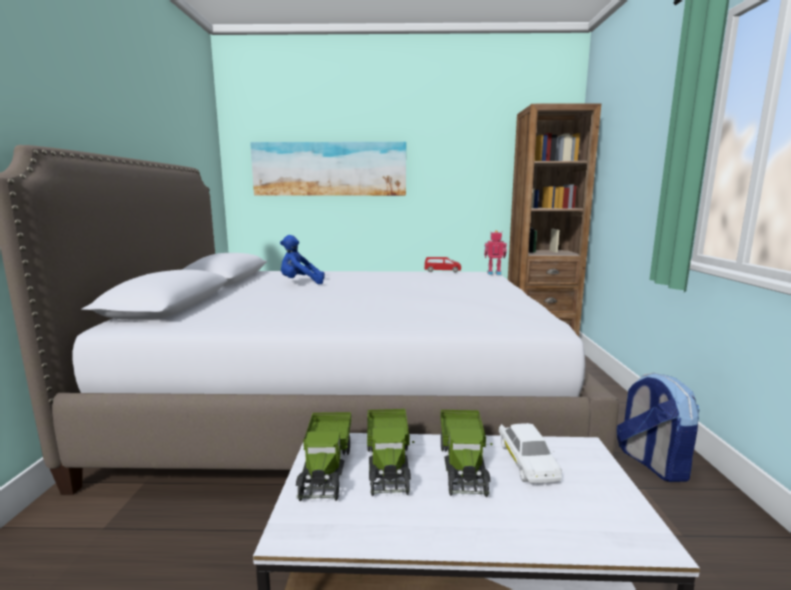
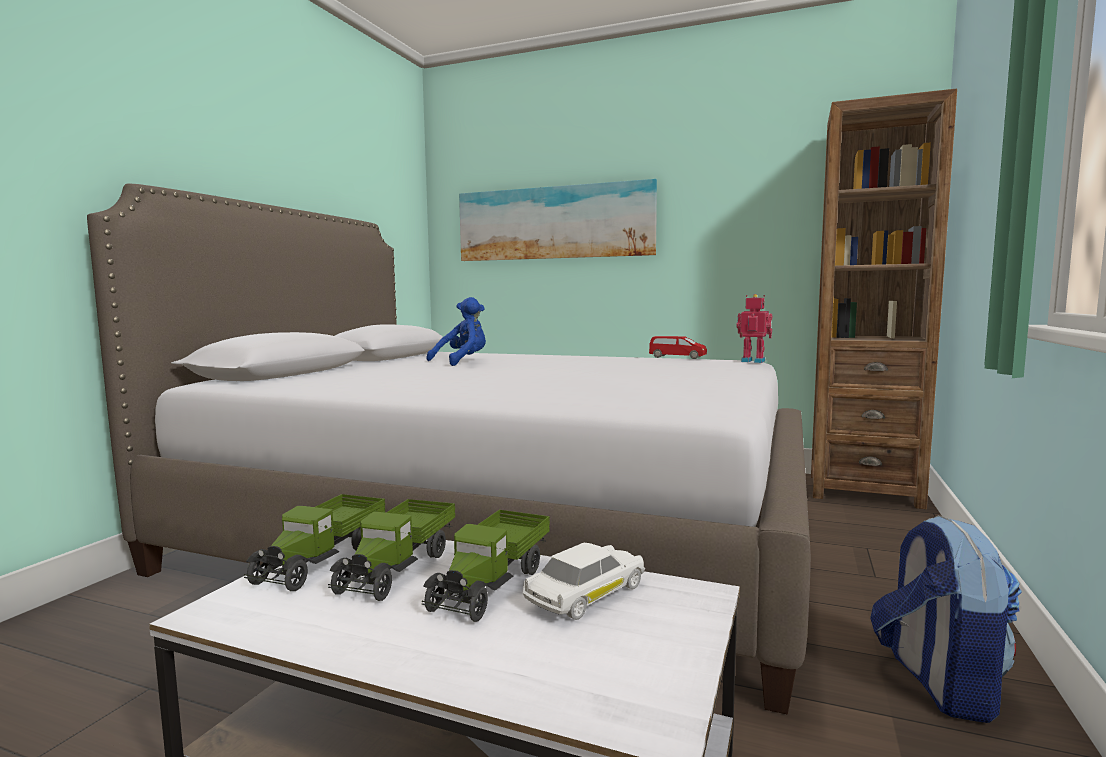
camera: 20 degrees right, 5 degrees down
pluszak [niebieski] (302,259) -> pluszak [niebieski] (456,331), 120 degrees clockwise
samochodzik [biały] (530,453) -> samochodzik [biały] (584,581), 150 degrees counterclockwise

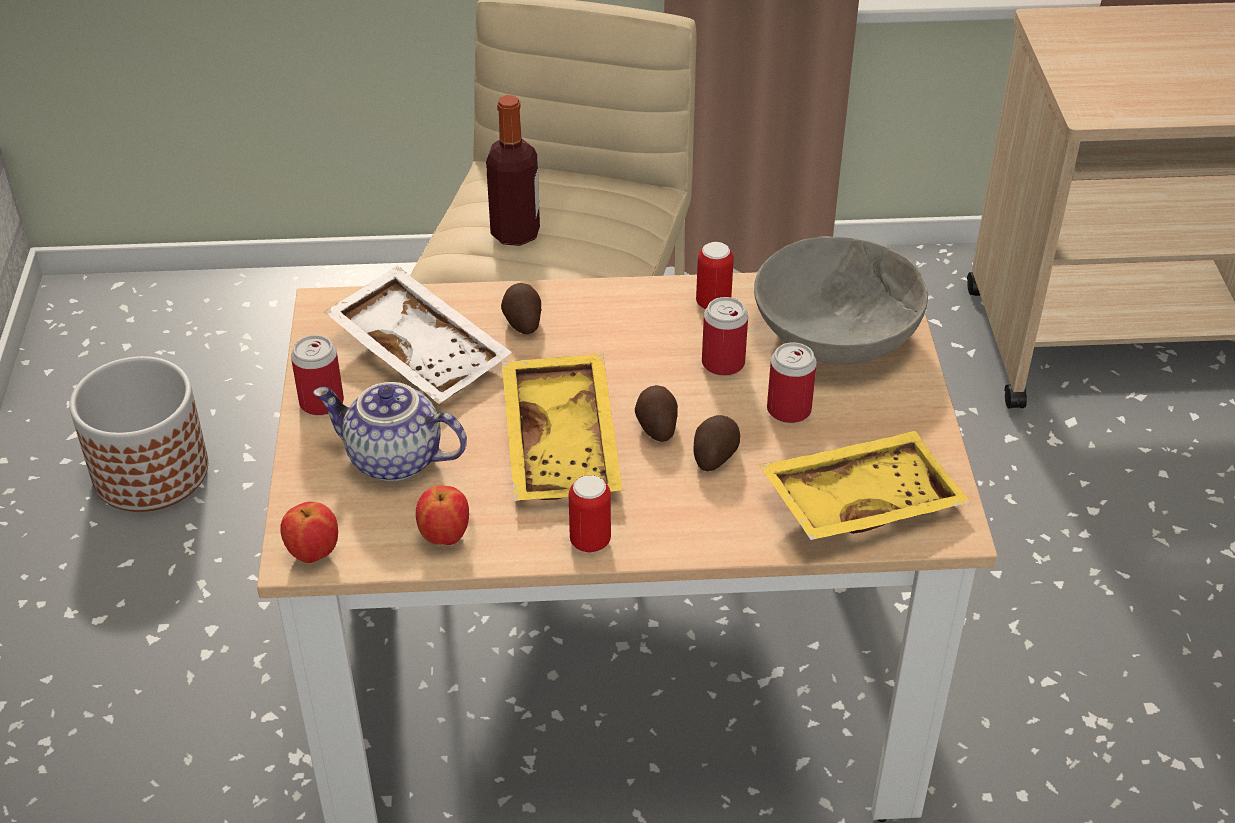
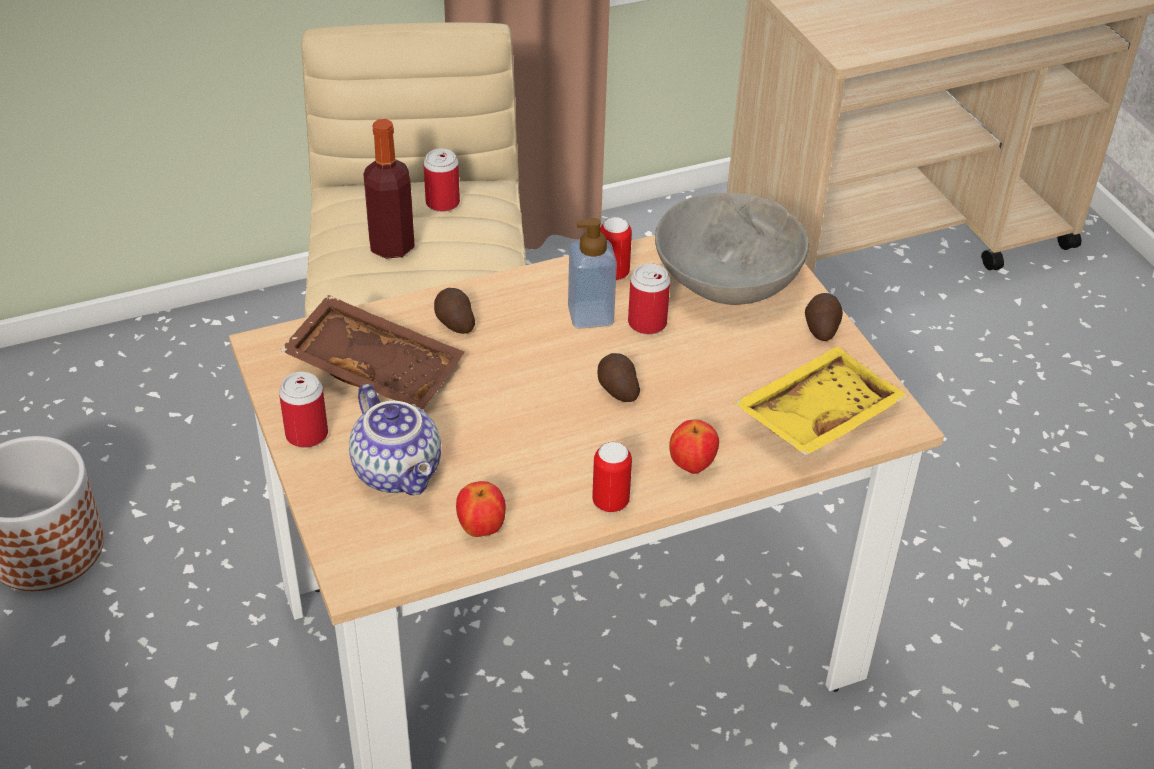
camera: 20 degrees left, 0 degrees up
jabłko (309,532) -> jabłko (694,446), move
imbryk (390,432) -> imbryk (395,439), 120 degrees counterclockwise
taca [biały] (418,335) -> taca [brązowy] (372,352)
taca [żółty] (562,427) -> none
ziemniak (717,443) -> ziemniak (824,317), move
puszka (792,382) -> puszka (441,180), move
none -> dozownik mydła (592,273)

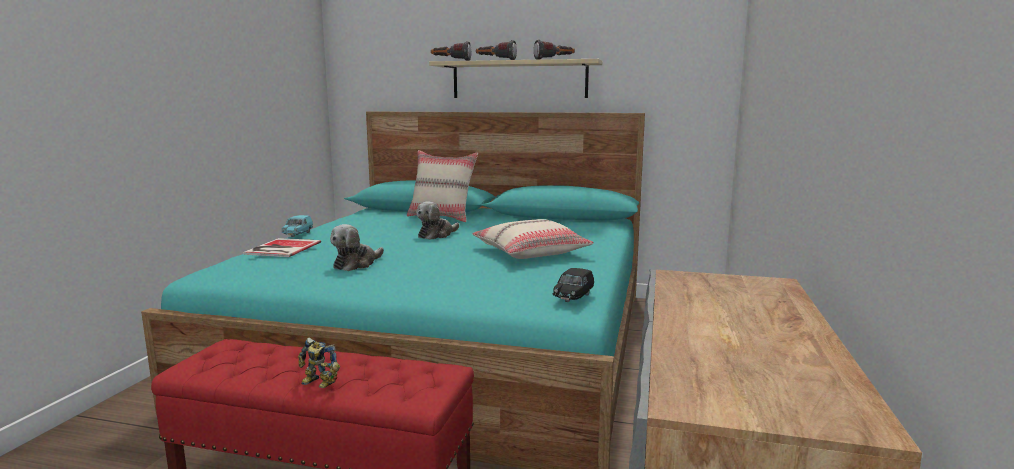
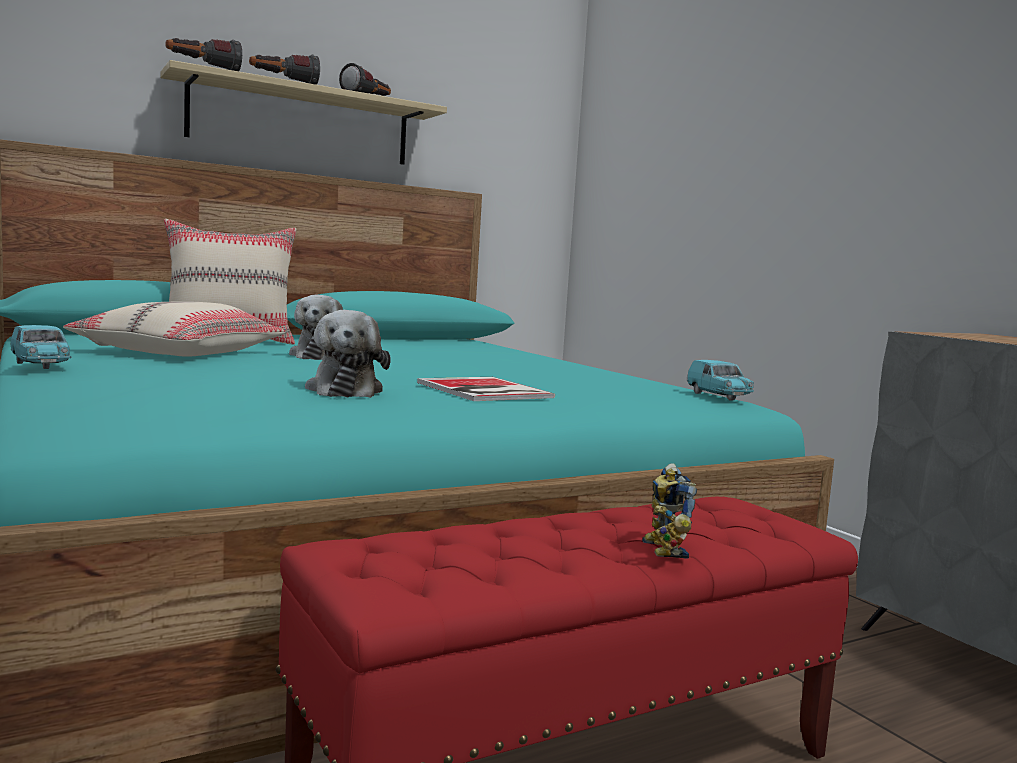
camera: 45 degrees left, 5 degrees down
książka (282,247) -> książka (486,389), move
robot zabawkowy (319,362) -> robot zabawkowy (669,511), 105 degrees clockwise
poduszka [beżowy] (533,239) -> poduszka [beżowy] (174,328), move
samochodzik [czarny] (573,285) -> samochodzik [turkusowy] (720,380)

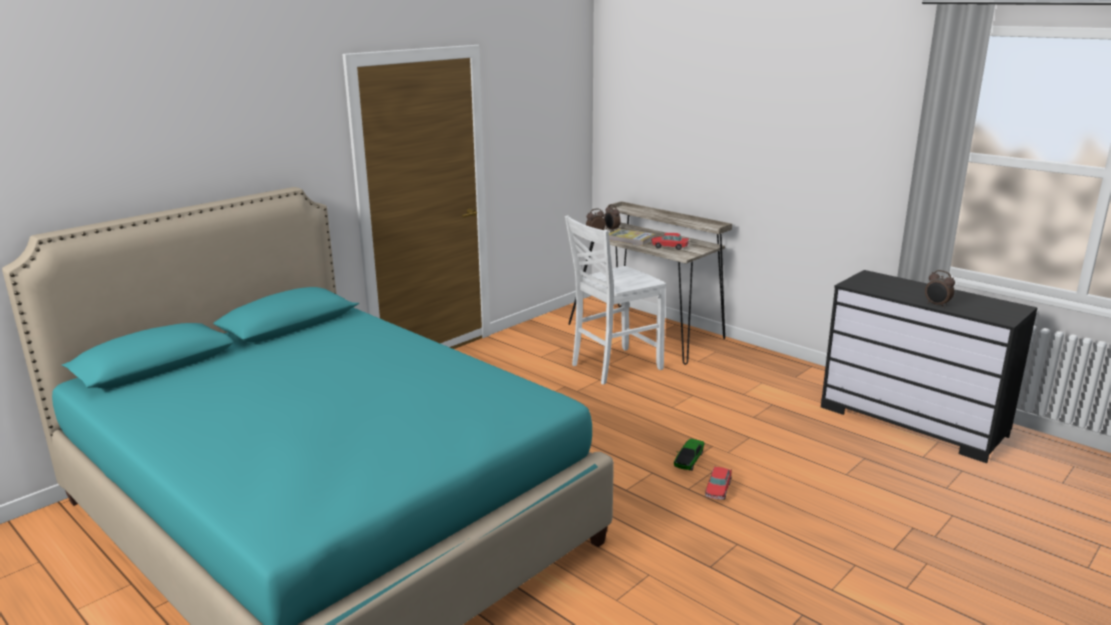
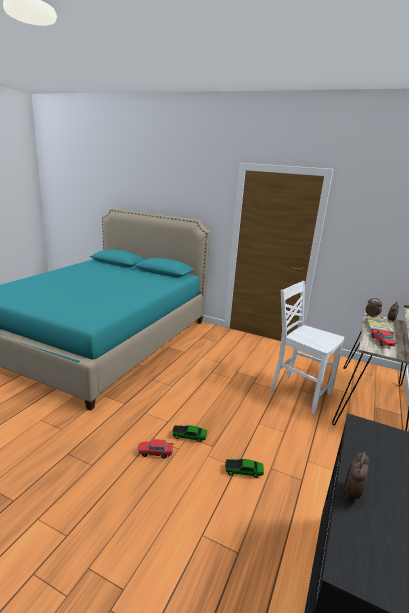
camera: 70 degrees right, 0 degrees up
none -> samochodzik (244,468)

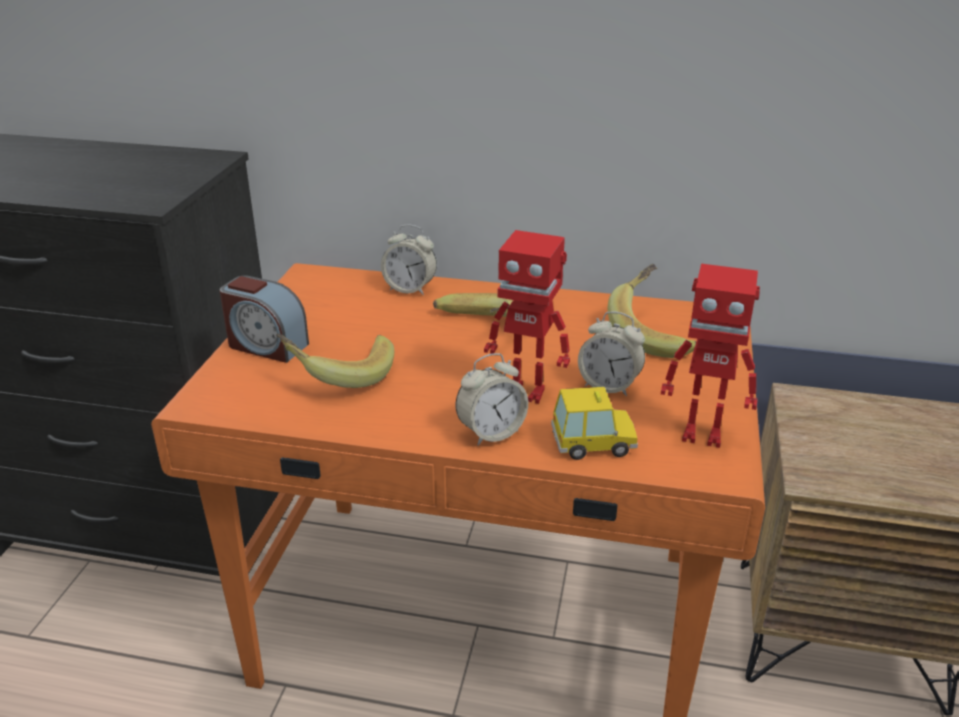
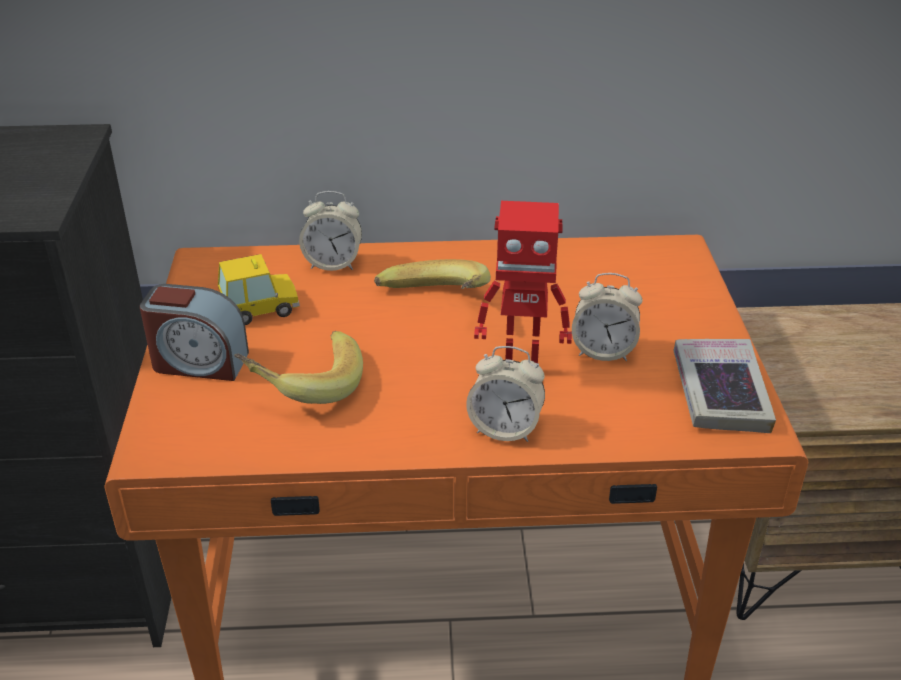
camera: 15 degrees left, 5 degrees up
budzik (492,399) -> budzik (505,394), 60 degrees clockwise
samochodzik (594,423) -> samochodzik (259,289), move
banan (652,311) -> none
robot zabawkowy (710,356) -> książka (724,386)

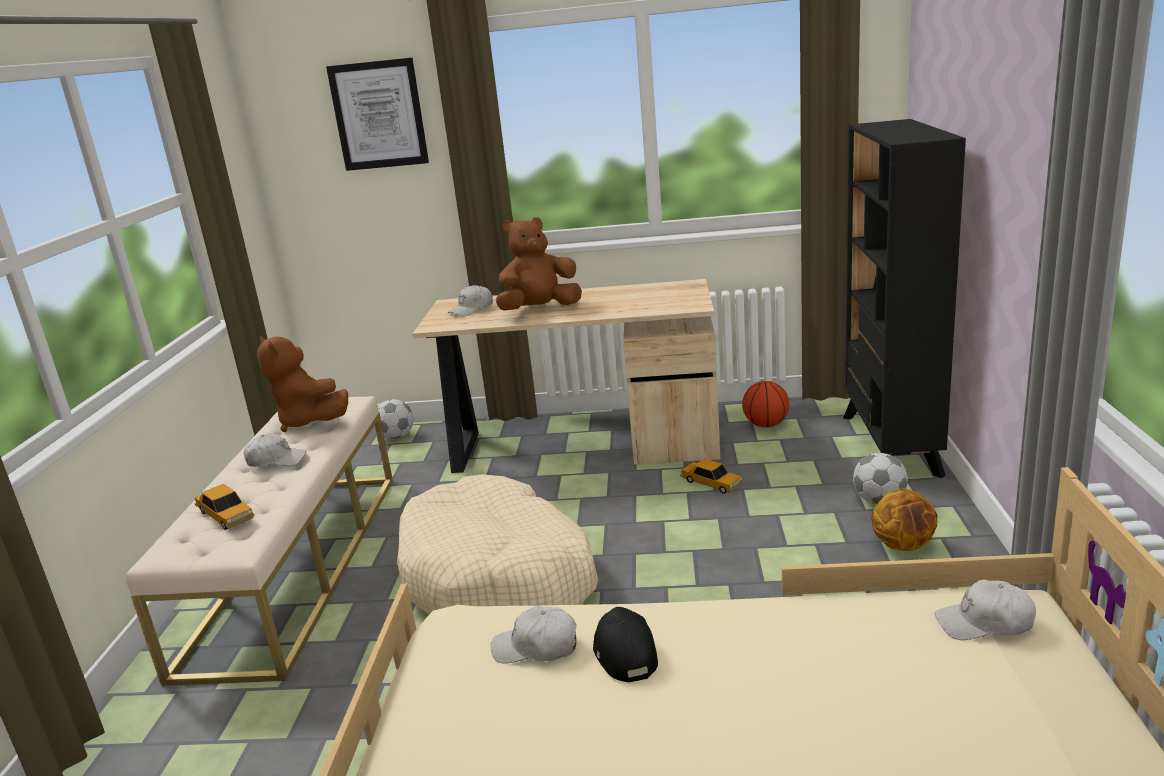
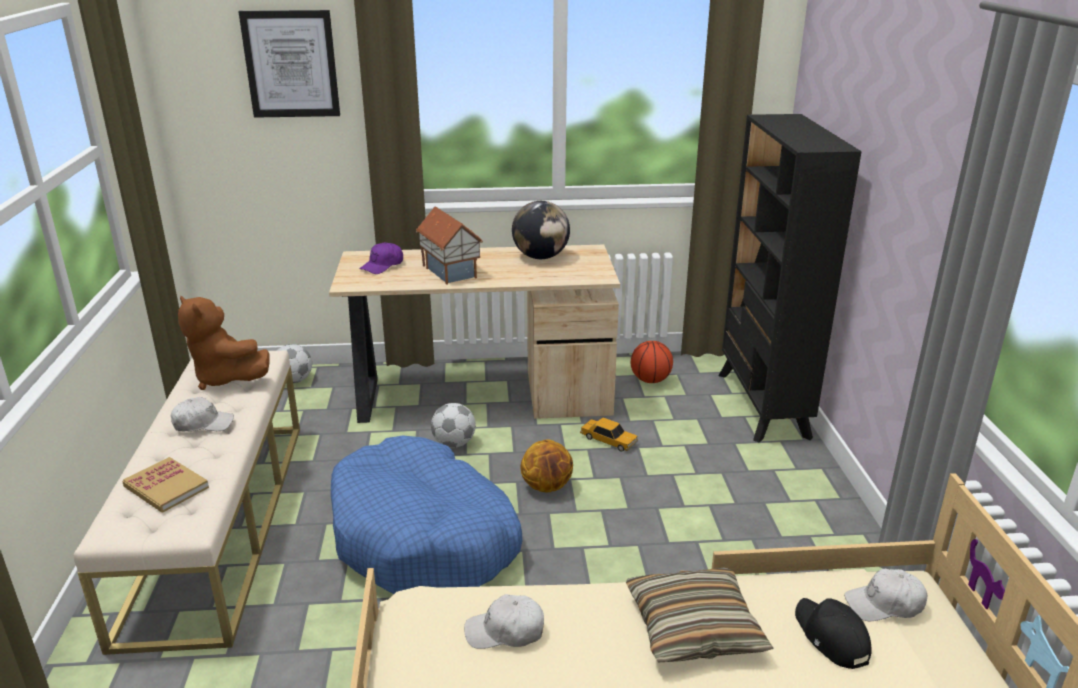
camera: 10 degrees left, 5 degrees up
samochodzik (224,507) -> książka (165,485)
legowisko [beżowy] (497,544) -> legowisko [niebieski] (426,515)
czapka z daszkiem [biały] (470,300) -> czapka z daszkiem [fioletowy] (381,258)
pluszak [brązowy] (539,264) -> domek (449,245)
czapka z daszkiem [czarny] (625,644) -> czapka z daszkiem [czarny] (833,633), move
piłka futbolowa (880,478) -> piłka futbolowa (453,425), move
piłka do koszykówki (904,520) -> piłka do koszykówki (546,465), move
none -> globus (541,230)
none -> poduszka (700,614)

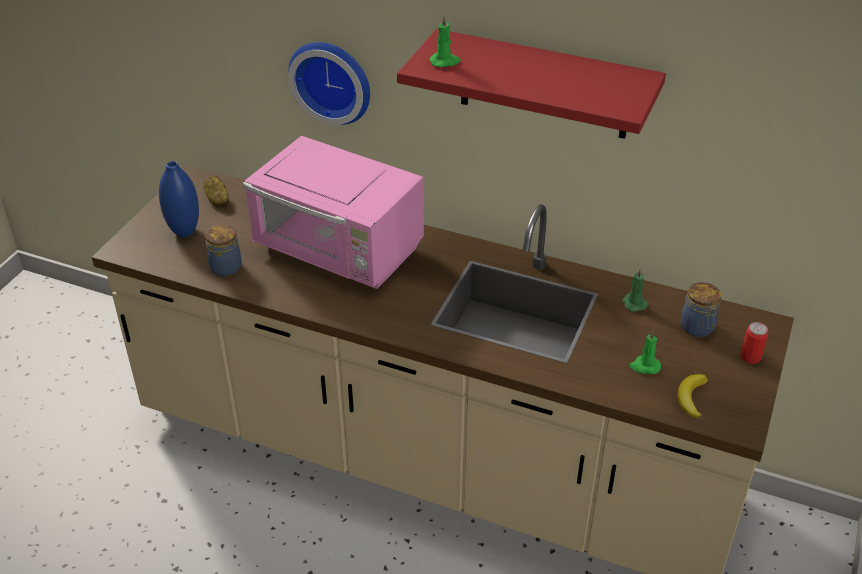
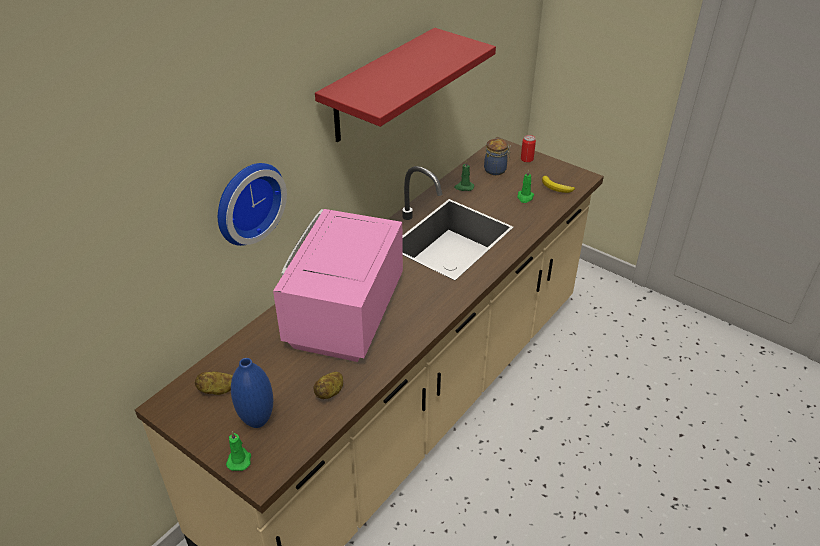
camera: 75 degrees left, 0 degrees up
słoik (223,251) -> ziemniak (328,385)
mikrofalówka [różowy] (333,212) -> mikrofalówka [różowy] (338,285), 150 degrees clockwise
świeca [zielony] (445,41) -> świeca [zielony] (238,451), move

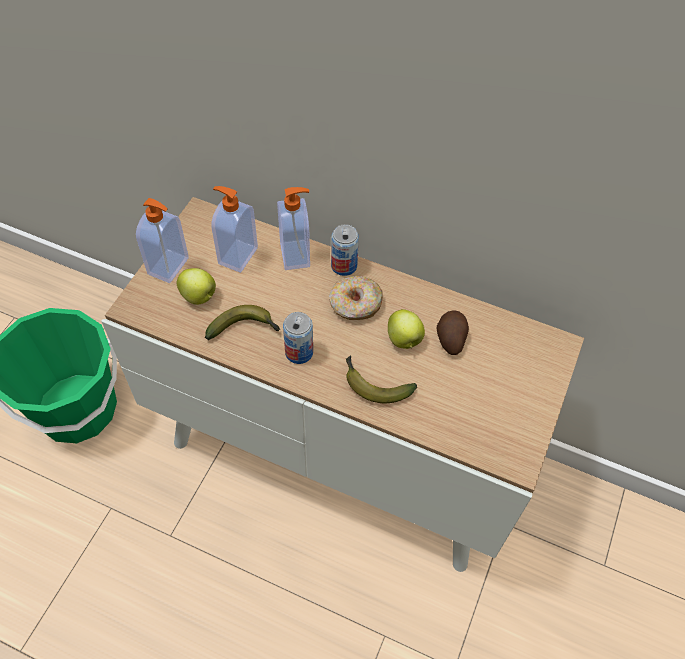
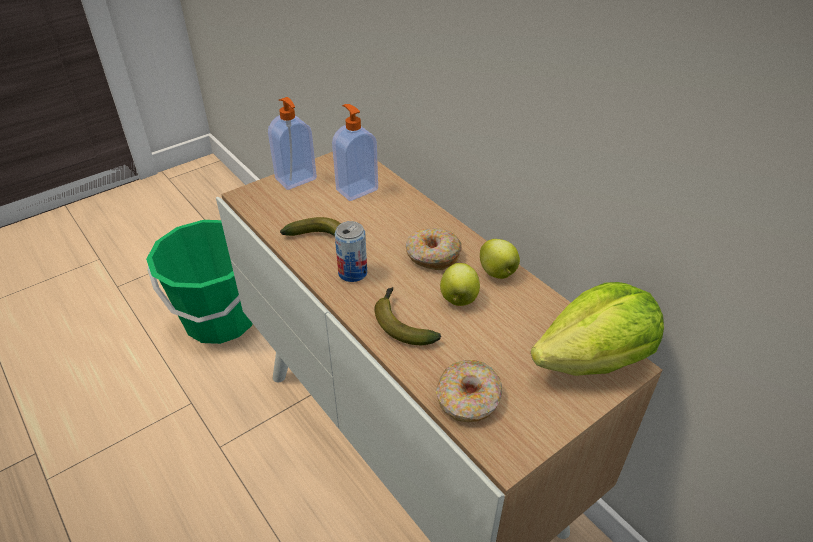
camera: 30 degrees right, 15 degrees down
jabłko (196,286) -> jabłko (500,259), move
dozownik mydła (293,228) -> none
puszka (345,250) -> none
ziemniak (452,332) -> none
none -> donut (469,391)
none -> sałata (597,329)

